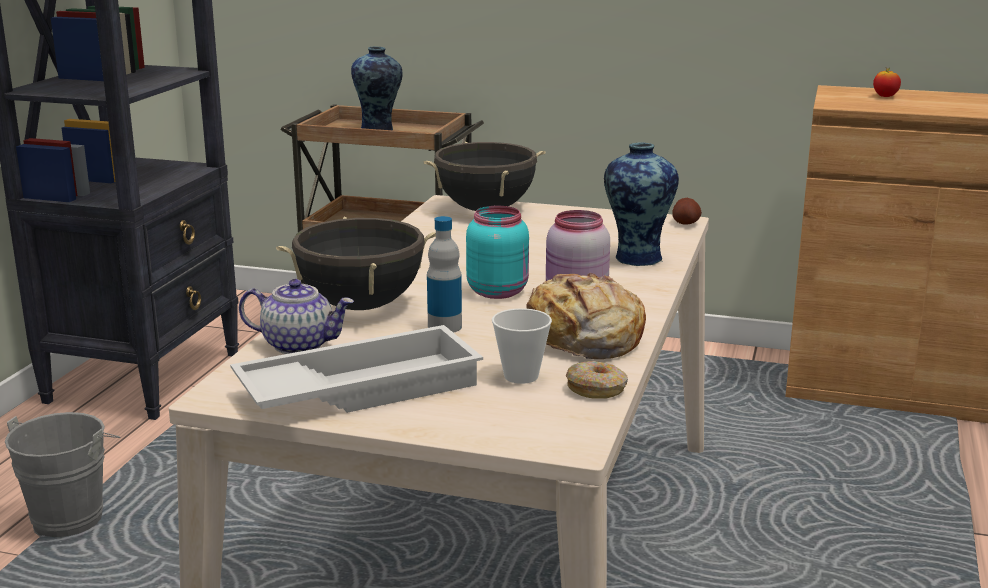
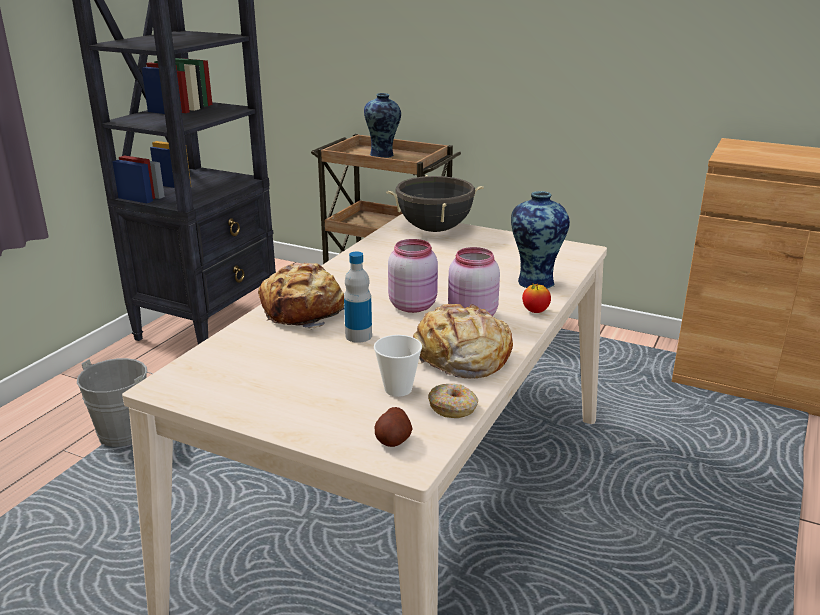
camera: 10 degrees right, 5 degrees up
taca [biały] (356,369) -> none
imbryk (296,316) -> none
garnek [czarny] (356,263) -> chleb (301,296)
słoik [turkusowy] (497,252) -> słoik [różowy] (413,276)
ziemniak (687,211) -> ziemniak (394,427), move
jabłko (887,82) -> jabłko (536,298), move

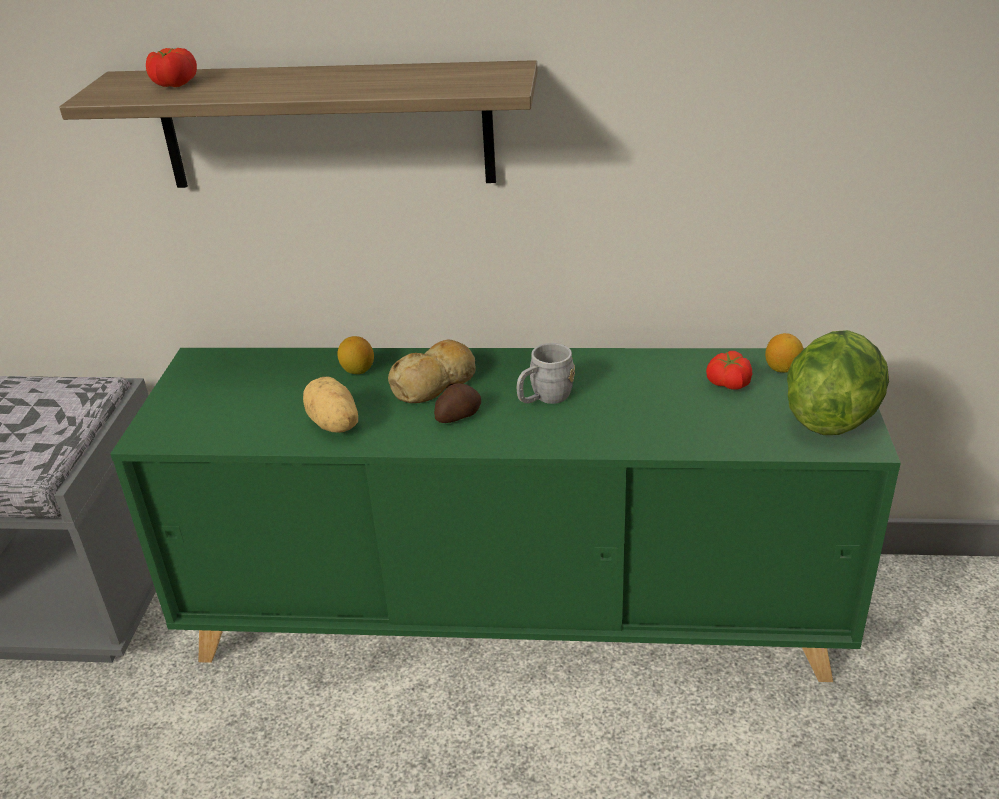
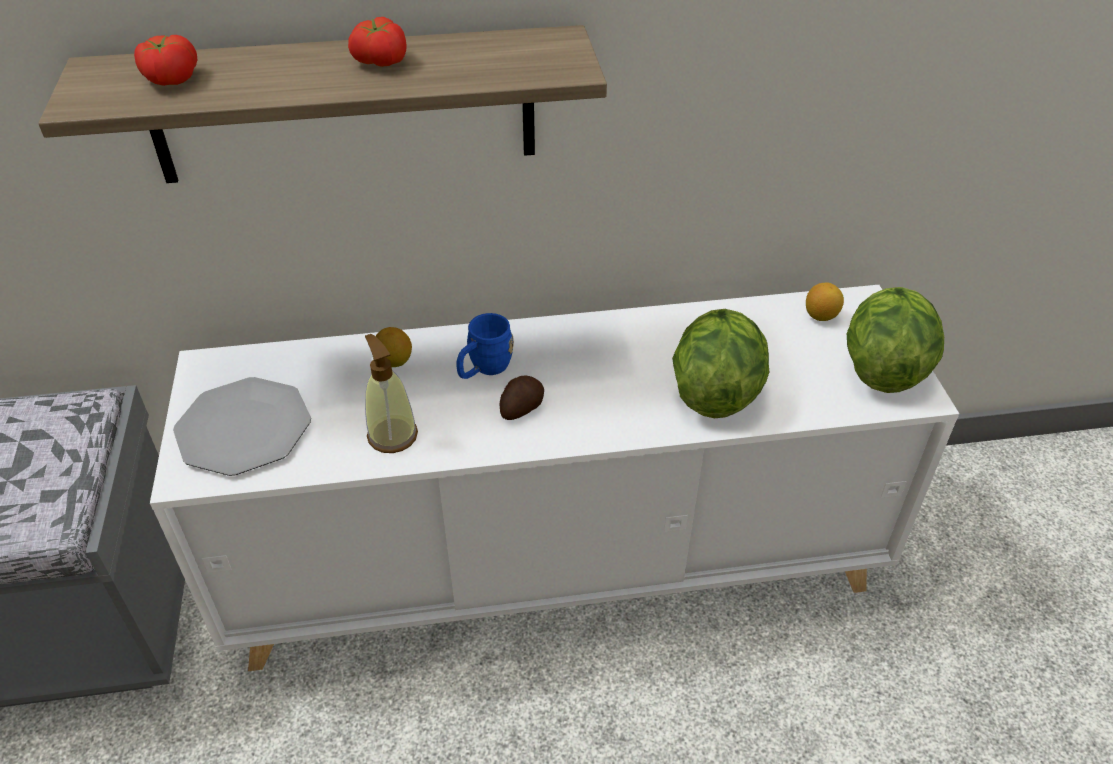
camera: 15 degrees left, 10 degrees up
szafka [zielony] (505,515) -> szafka [biały] (554,478)
ziemniak (330,405) -> dozownik mydła (391,393)
chleb (432,371) -> kubek [niebieski] (485,346)
kubek [szary] (546,373) -> none
pomidor (729,370) -> pomidor (377,42), move
none -> talerz (242,426)
none -> sałata (720,363)

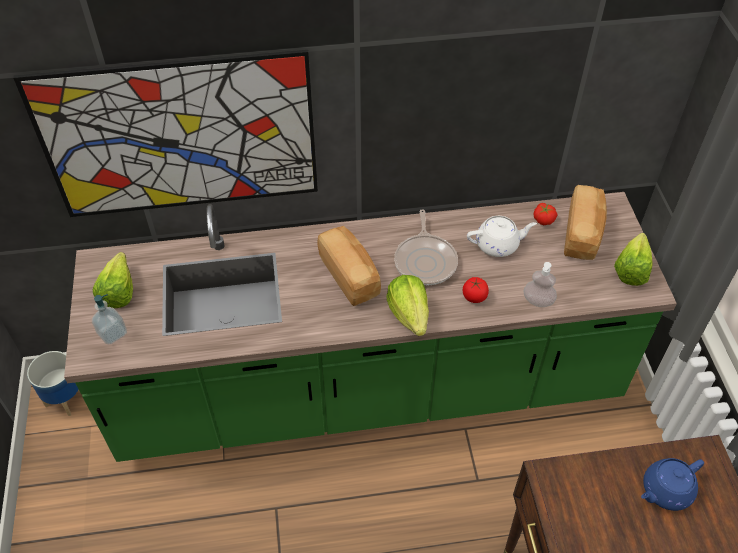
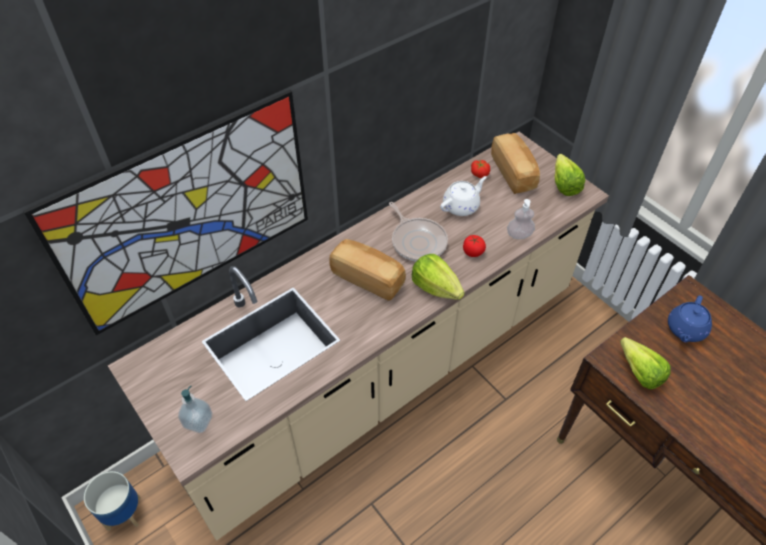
camera: 30 degrees left, 0 degrees up
zabudowa kuchenna [zielony] (370,327) -> zabudowa kuchenna [beżowy] (358,336)
sałata (113,280) -> sałata (645,363), move

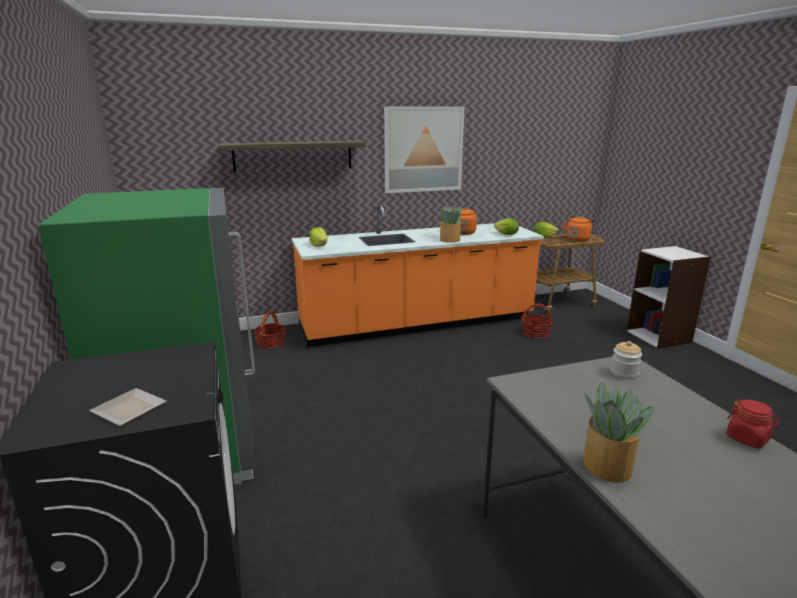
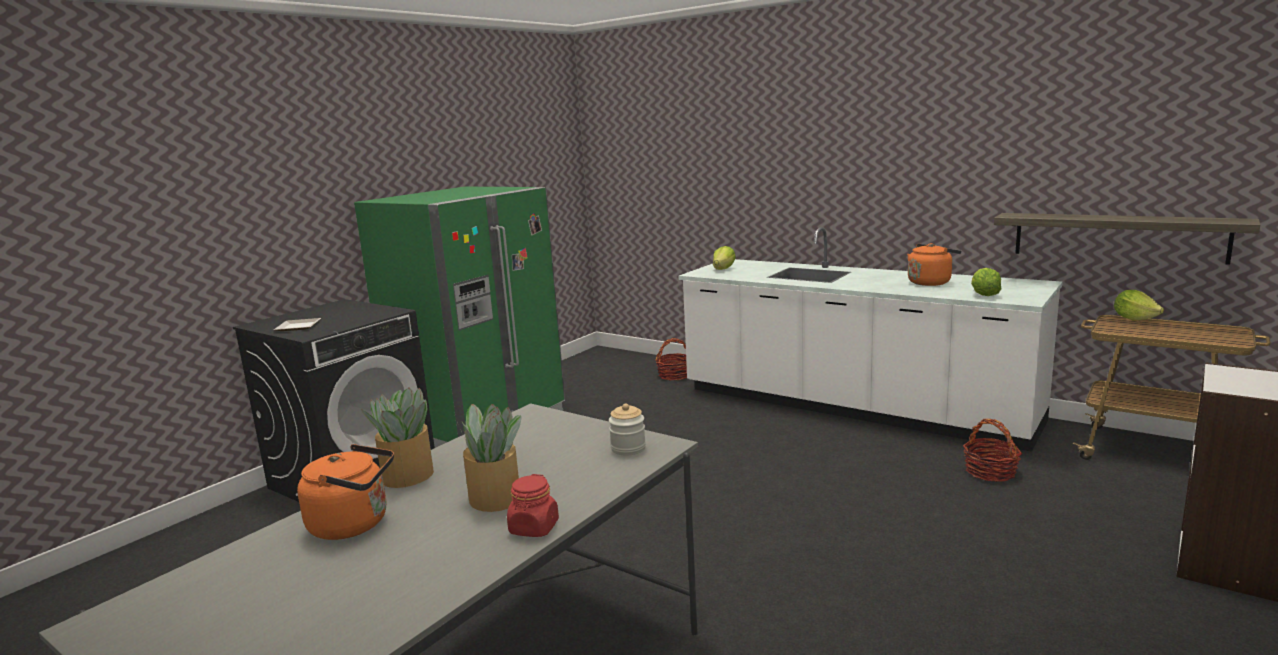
camera: 55 degrees right, 5 degrees down
półka (293,156) -> półka (1127,239), move
zabudowa kuchenna [pomarańczowy] (418,275) -> zabudowa kuchenna [biały] (870,339)
obraz (424,149) -> none
roślina doniczkowa (450,224) -> roślina doniczkowa (489,458), move
czajnik [pomarańczowy] (579,228) -> czajnik [pomarańczowy] (345,492), move

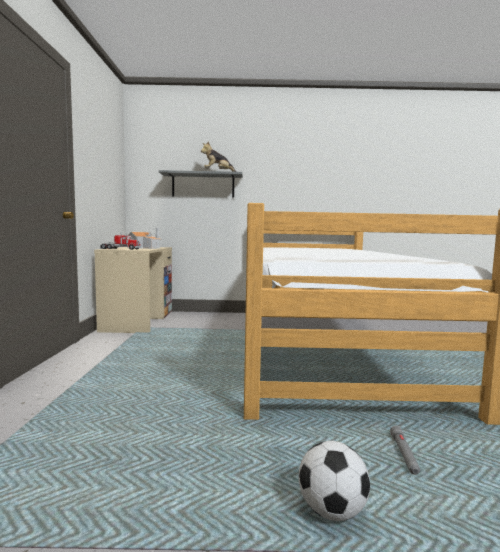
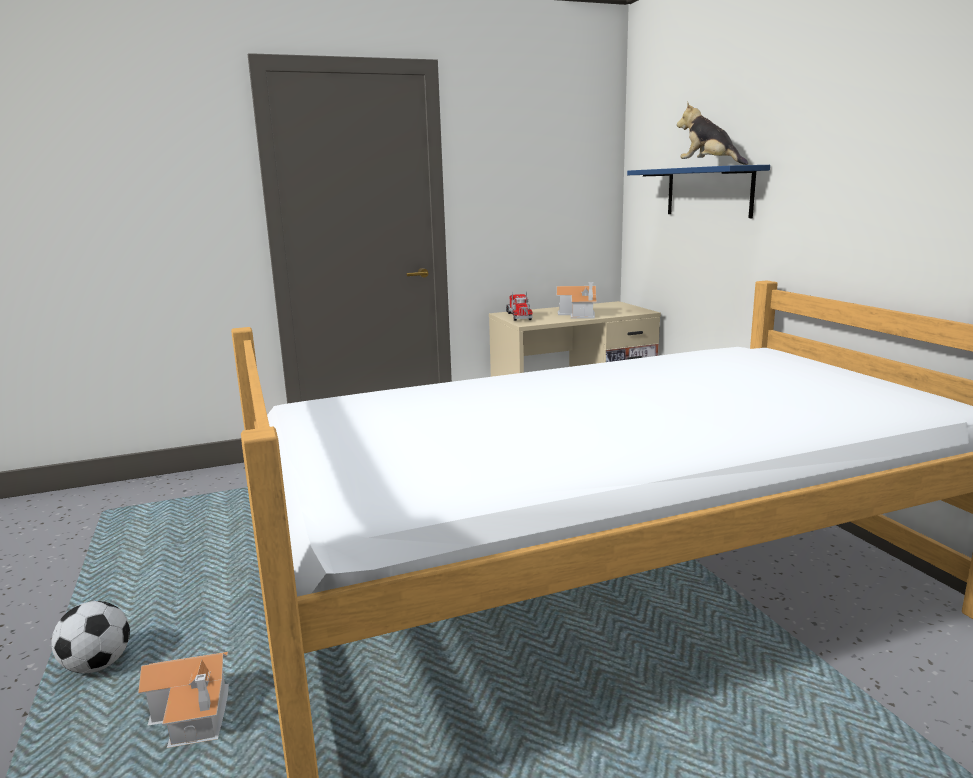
camera: 70 degrees right, 10 degrees up
półka [szary] (201,184) -> półka [niebieski] (698,191)
latarka [szary] (405,450) -> domek (183,700)

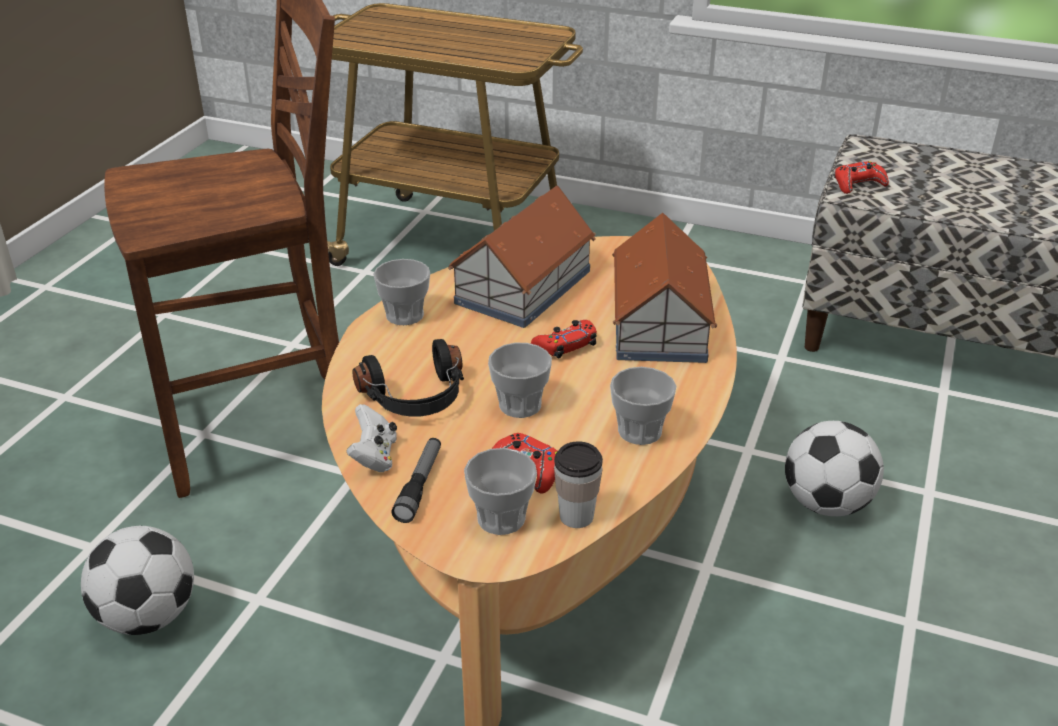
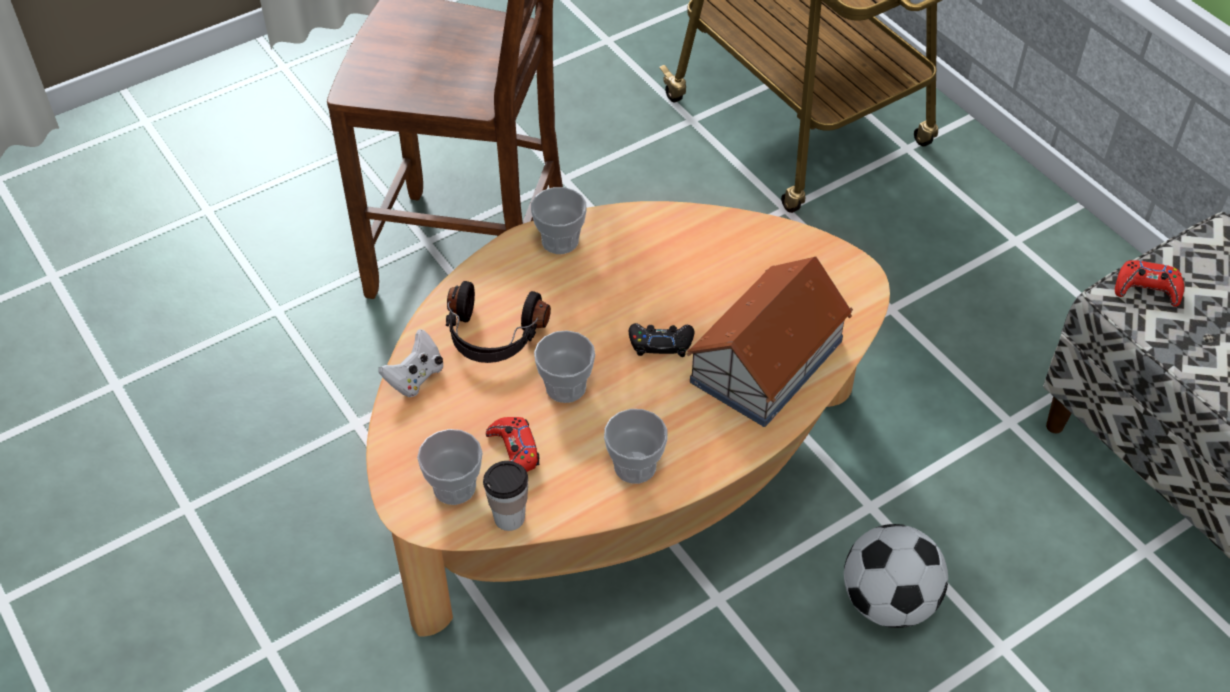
camera: 35 degrees right, 15 degrees up
piłka futbolowa (137,580) -> none
latarka (416,480) -> none
domek (522,257) -> none
pad do gier [czerwony] (564,339) -> pad do gier [czarny] (661,340)

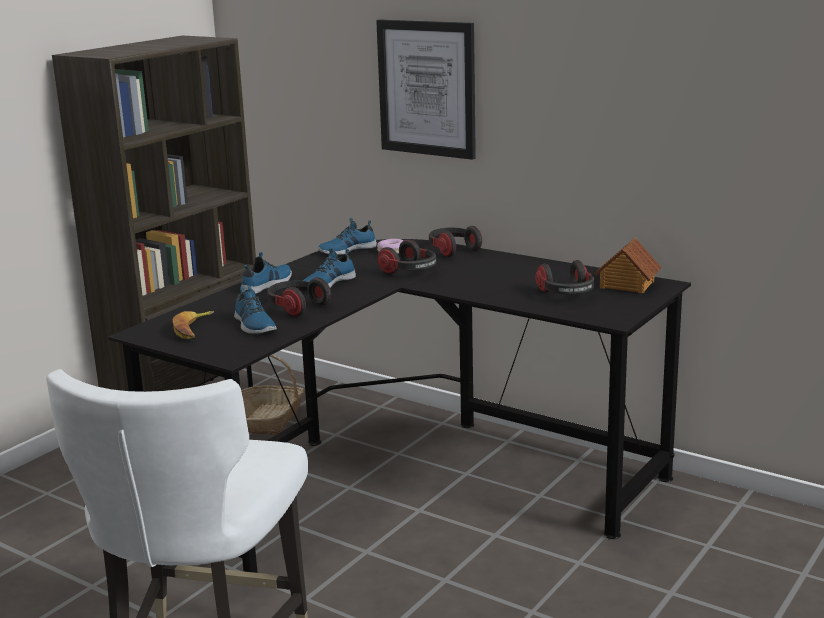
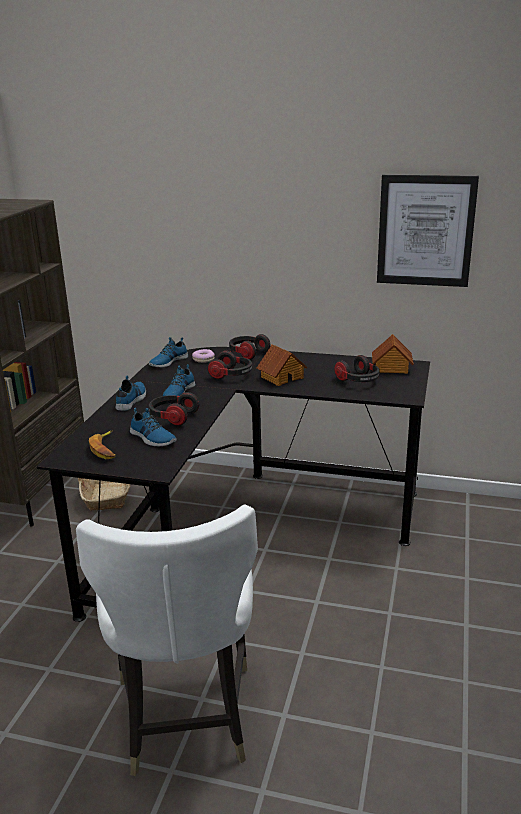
camera: 20 degrees left, 5 degrees up
obraz (426,89) -> obraz (428,231), move
none -> domek (282,365)

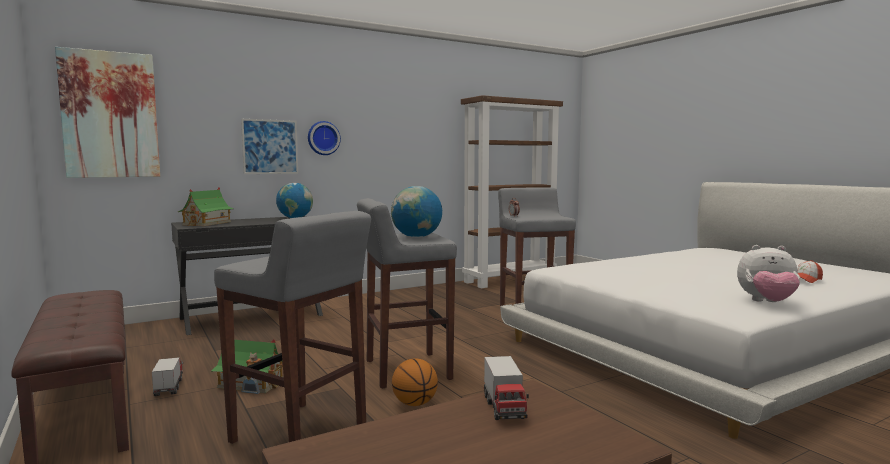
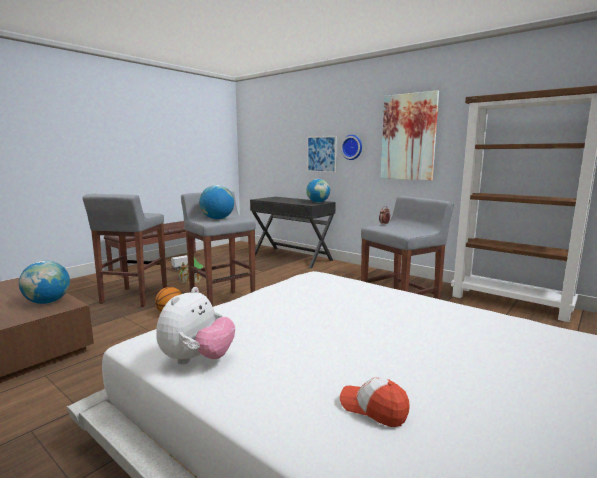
camera: 70 degrees right, 5 degrees up
obraz (107,112) -> obraz (410,135), move
domek (205,207) -> none
ciężarówka zabawkowa (506,388) -> globus (44,282)
pluszak (768,273) -> pluszak (195,325), 150 degrees counterclockwise

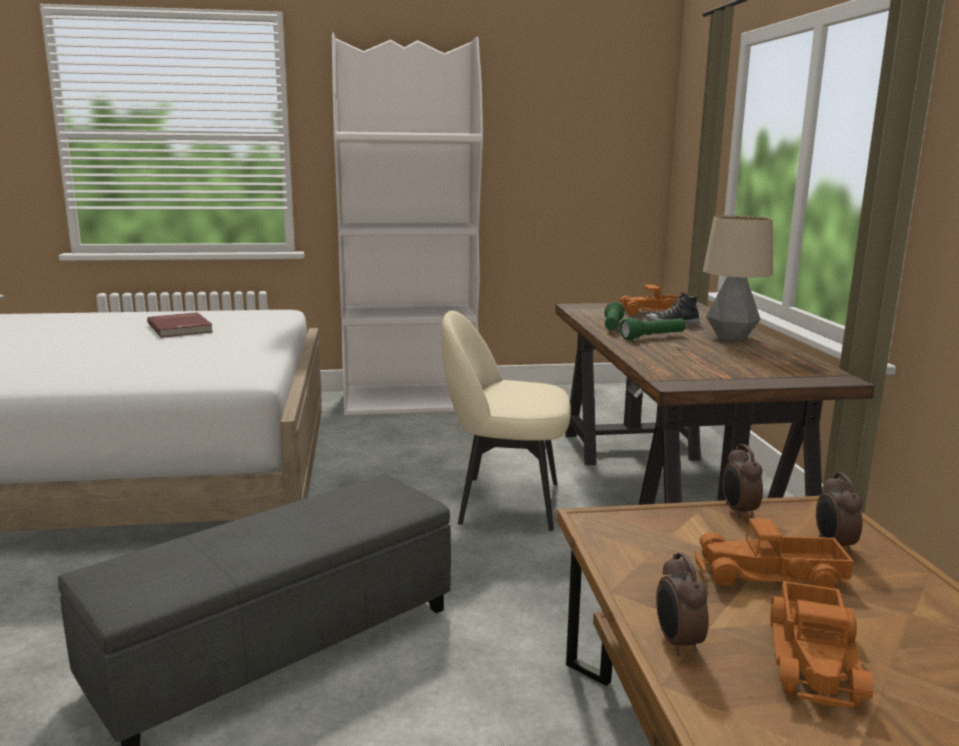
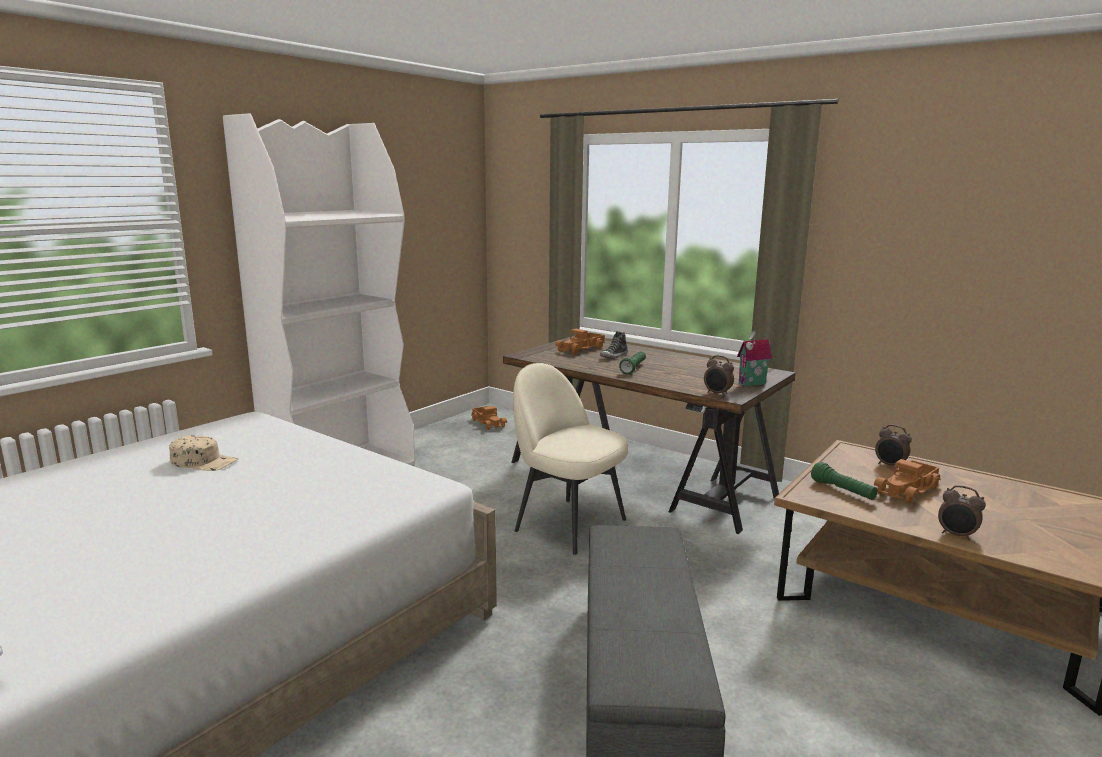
camera: 45 degrees left, 0 degrees up
książka [czerwony] (180,325) -> czapka z daszkiem [beżowy] (203,453)
krzesło [beżowy] (506,420) -> krzesło [beżowy] (570,459), 75 degrees clockwise
latarka [zielony] (614,316) -> latarka [zielony] (844,481), move
lampa stołowa (738,278) -> none
budzik (743,481) -> budzik (719,375), move
ciężarówka zabawkowa (821,644) -> ciężarówka zabawkowa (489,418), move
none -> domek (754,358)

